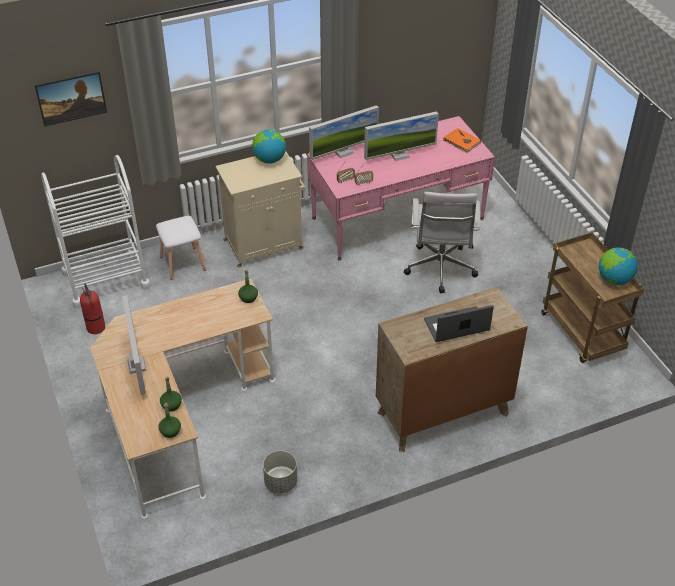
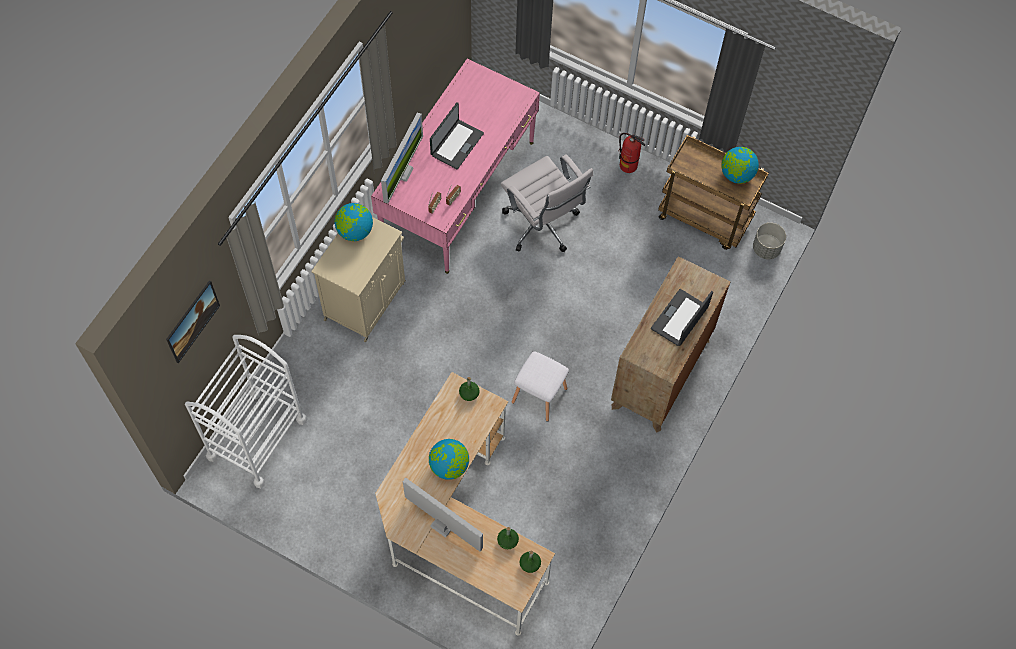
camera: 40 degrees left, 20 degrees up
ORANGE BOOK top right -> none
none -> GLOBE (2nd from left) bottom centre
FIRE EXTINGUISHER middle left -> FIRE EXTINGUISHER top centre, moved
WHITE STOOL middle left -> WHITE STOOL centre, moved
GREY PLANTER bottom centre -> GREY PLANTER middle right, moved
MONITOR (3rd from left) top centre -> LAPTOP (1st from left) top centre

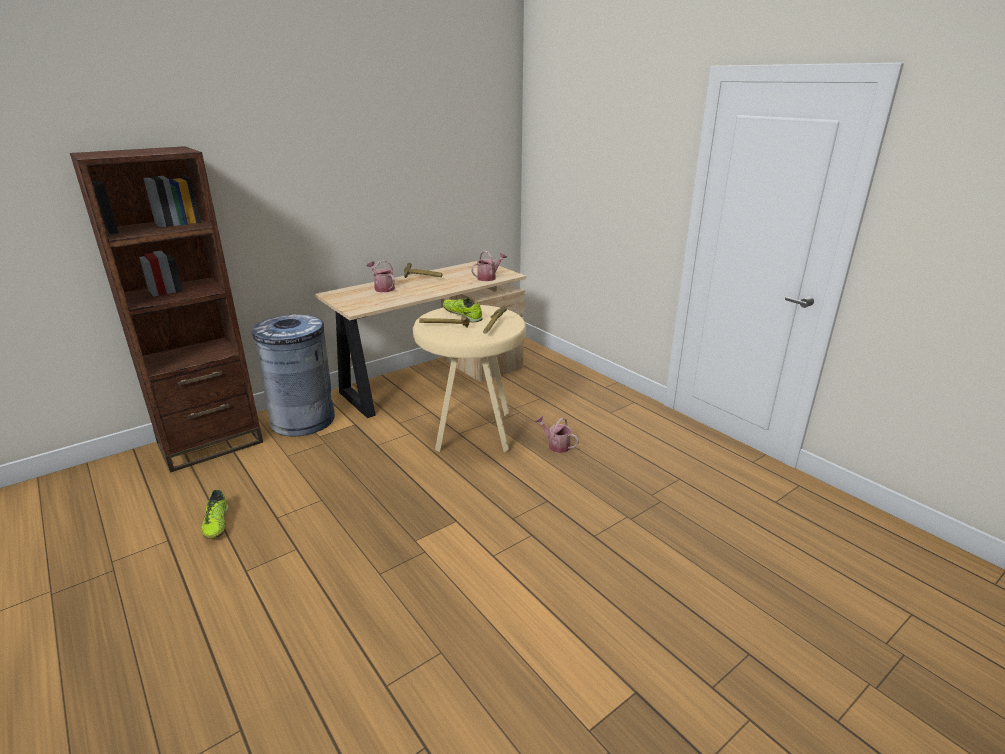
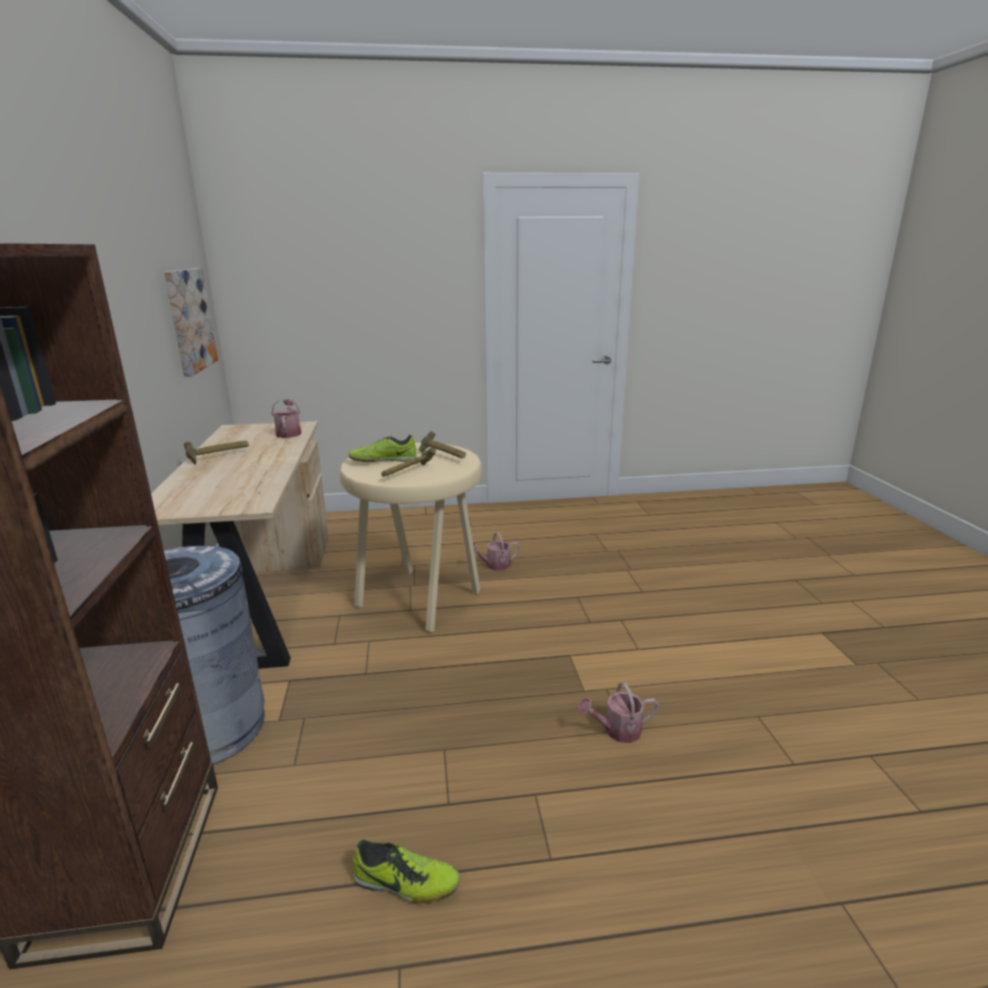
camera: 60 degrees left, 5 degrees down
none -> PICTURE top left
WATERING CAN (1st from left in the first image) centre -> WATERING CAN (3rd from left) bottom centre, moved

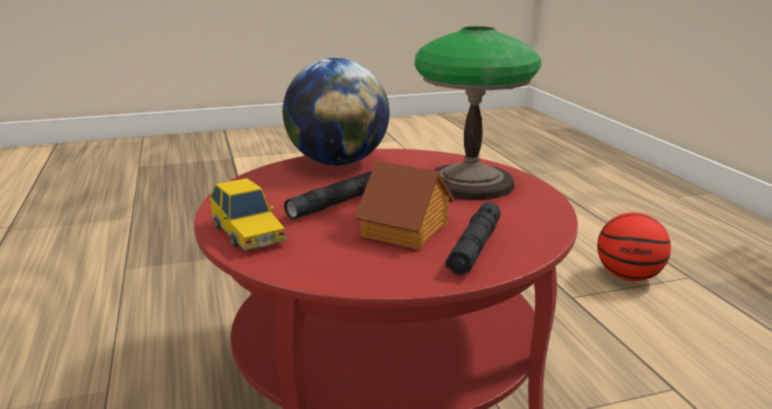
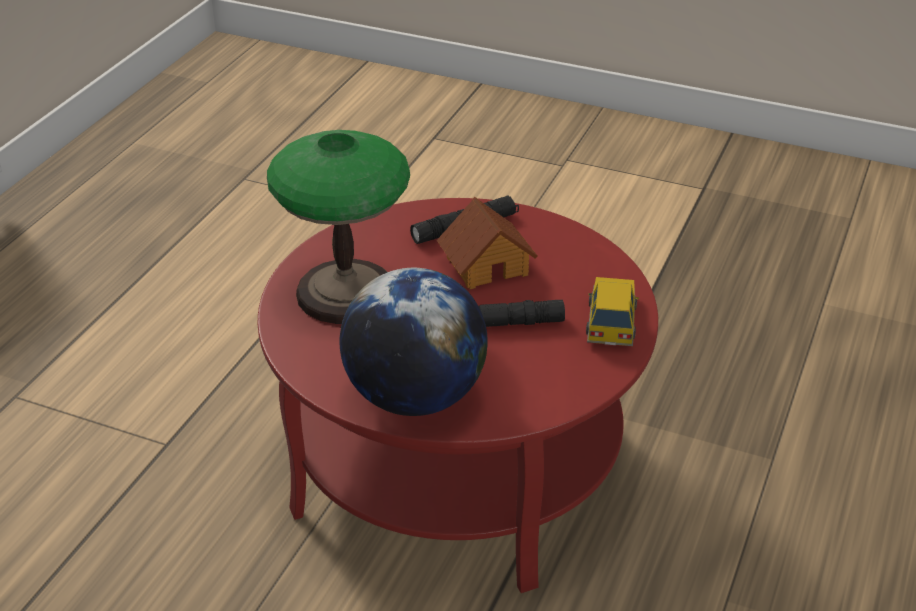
camera: 140 degrees left, 15 degrees up
BASKETBALL middle right -> none

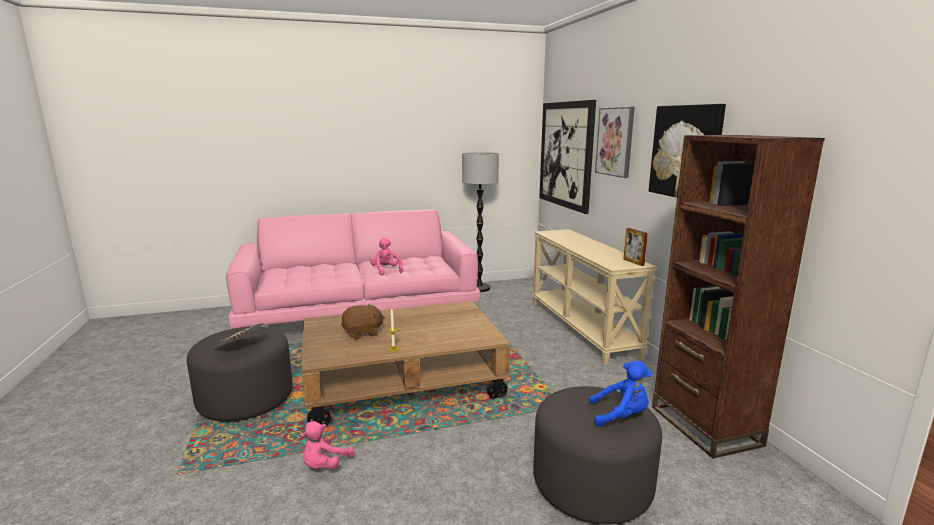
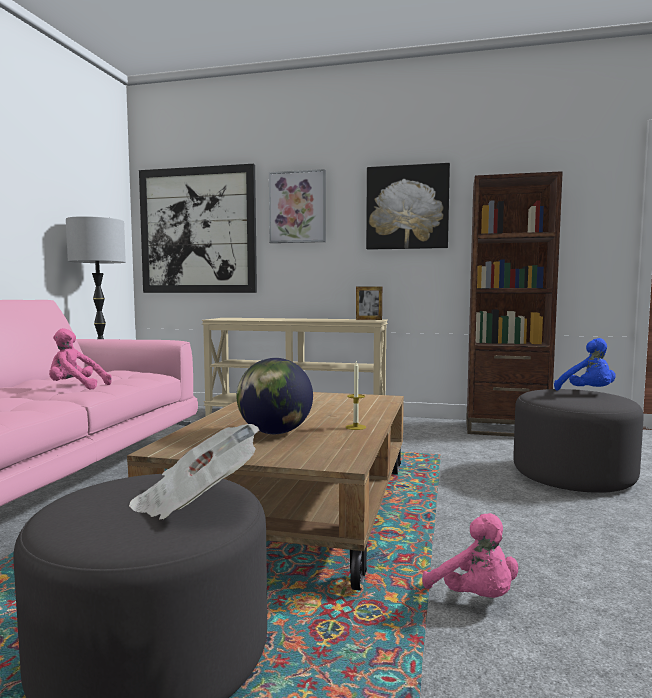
camera: 60 degrees left, 10 degrees down
BROWN PLUSH TOY centre -> GLOBE centre
BLUE PLUSH TOY bottom centre -> BLUE PLUSH TOY middle right, 120 degrees clockwise

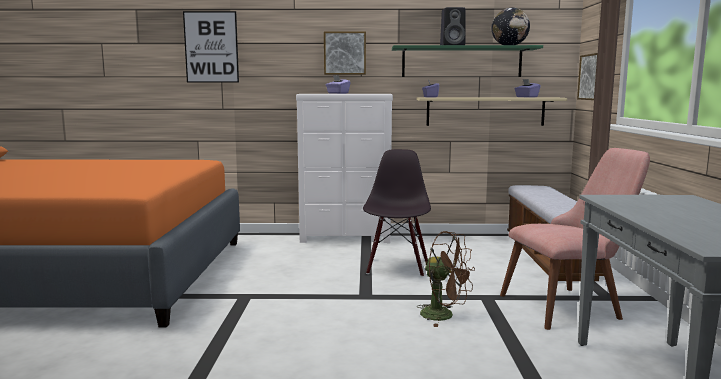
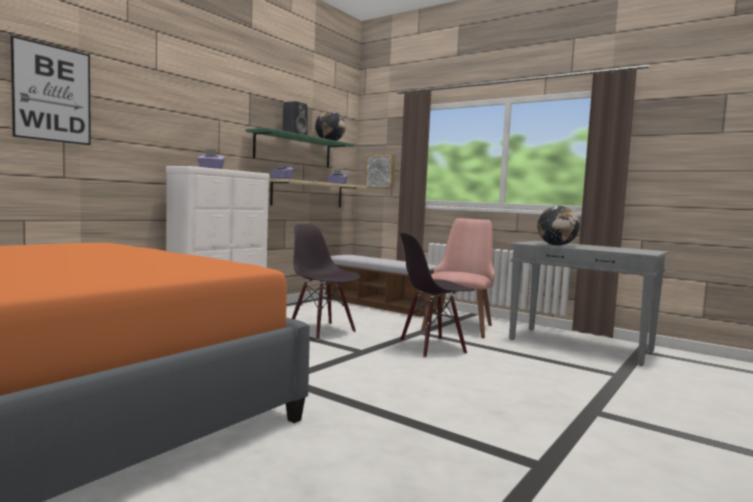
camera: 55 degrees left, 5 degrees down
PICTURE (2nd from left) top centre -> none
none -> GLOBE (2nd from left) middle right
BROWN FAN bottom centre -> BLACK CHAIR (2nd from left) centre

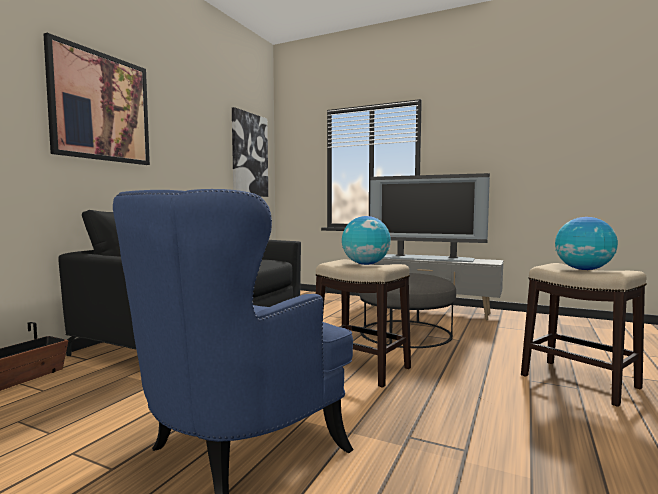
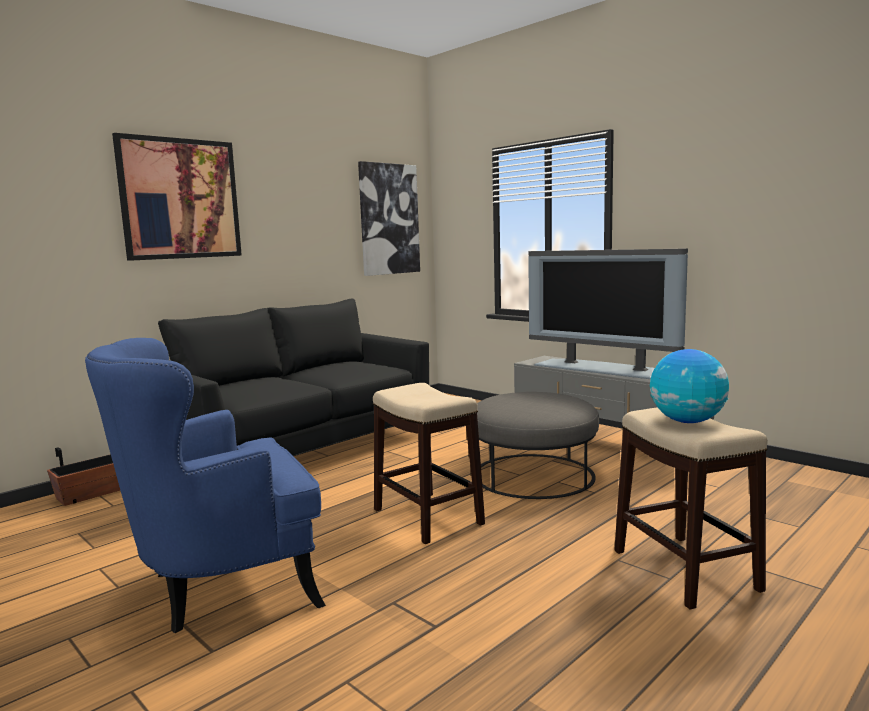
camera: 20 degrees right, 5 degrees up
GLOBE (1st from left) centre -> none

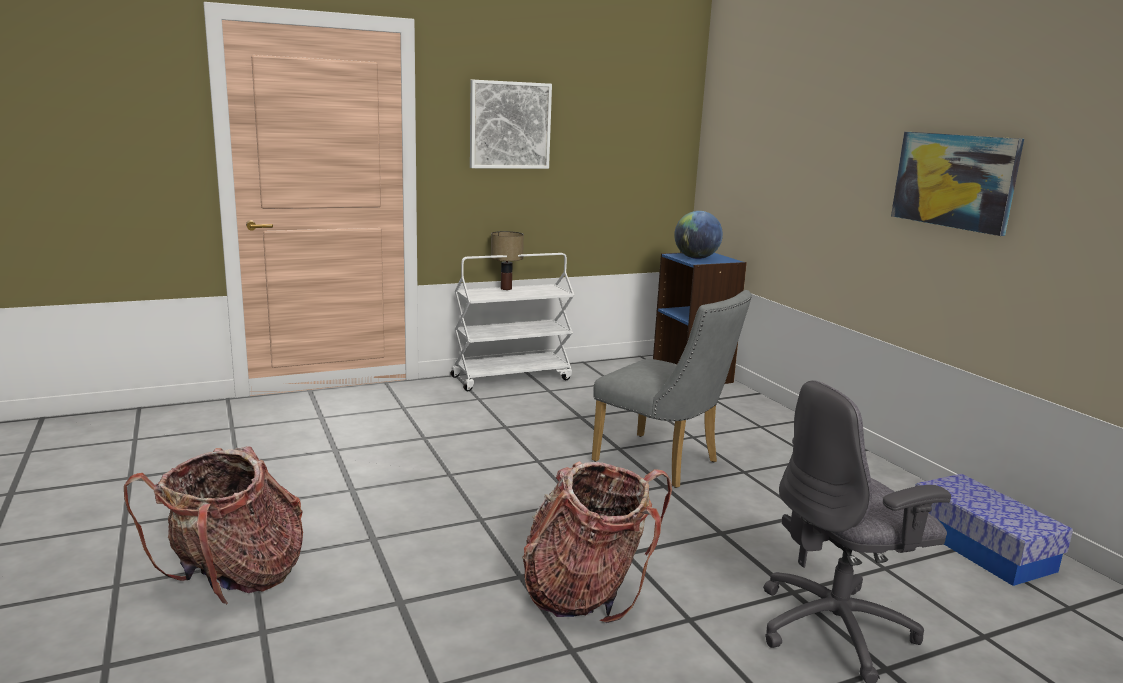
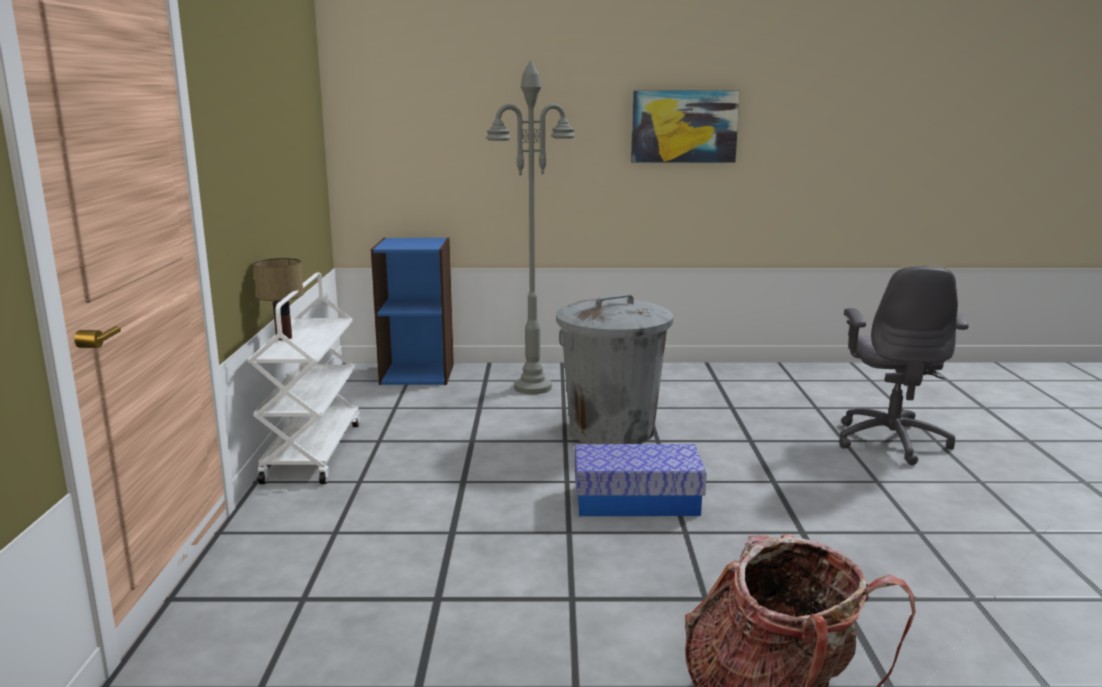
camera: 65 degrees left, 0 degrees up
PICTURE (1st from left) top centre -> none
BACKPACK (2nd from left) bottom centre -> none
GLOBE centre -> none
none -> GREY FLOOR LAMP top centre
STORAGE BOX bottom right -> STORAGE BOX bottom centre, moved
GREY CHAIR centre -> GREY TRASH CAN centre

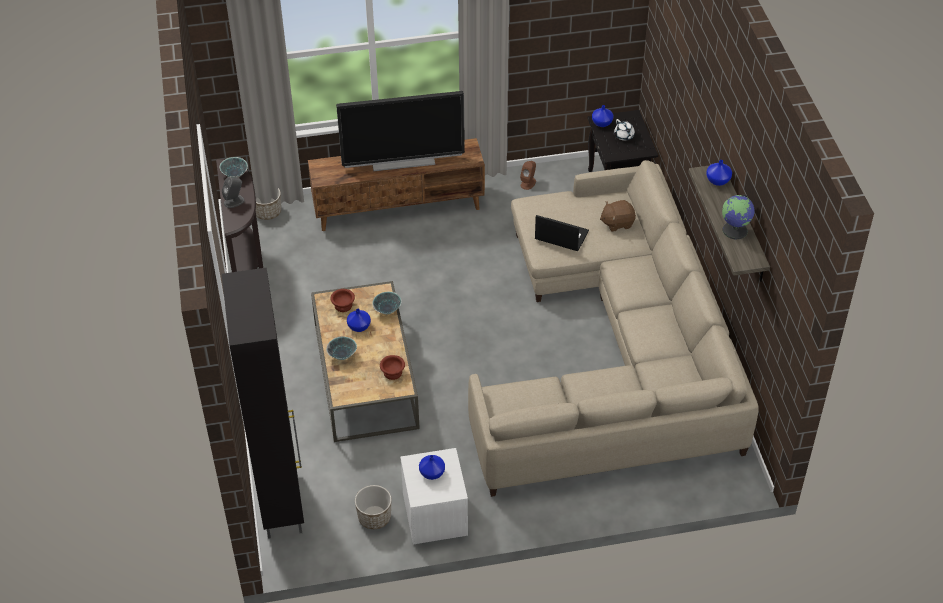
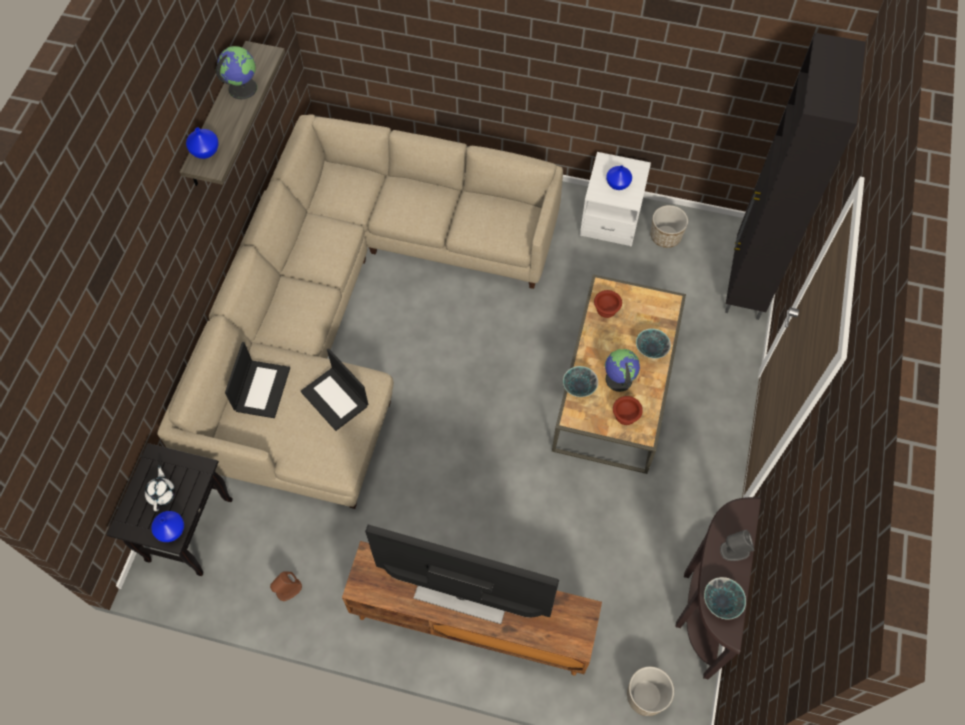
camera: 155 degrees left, 15 degrees up
BLUE VASE (1st from left) centre -> GLOBE (2nd from left) centre
BROWN PLUSH TOY centre -> LAPTOP (1st from left) middle left

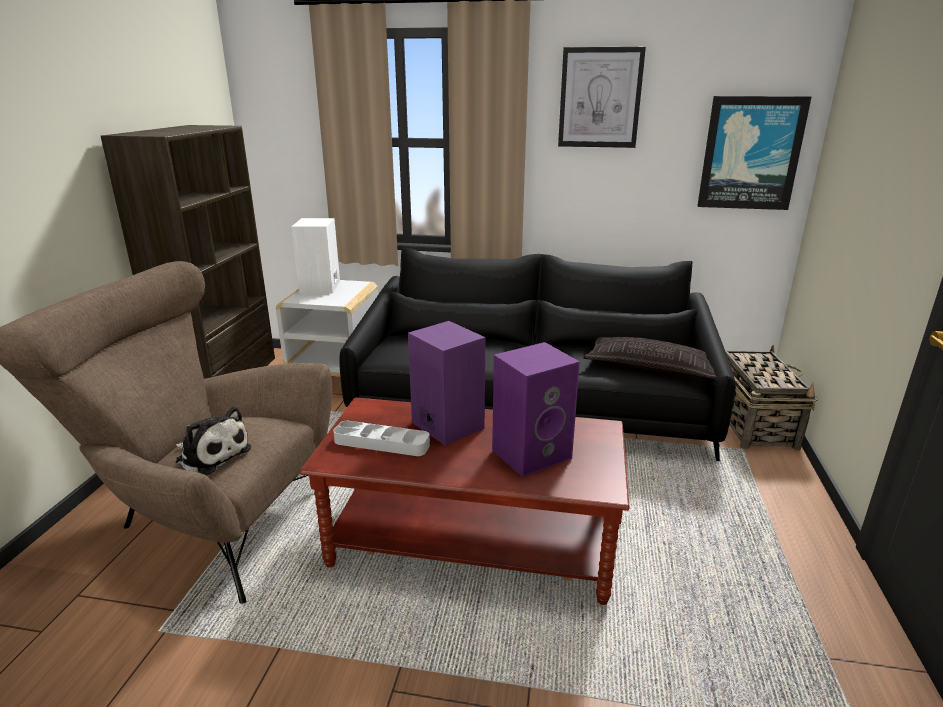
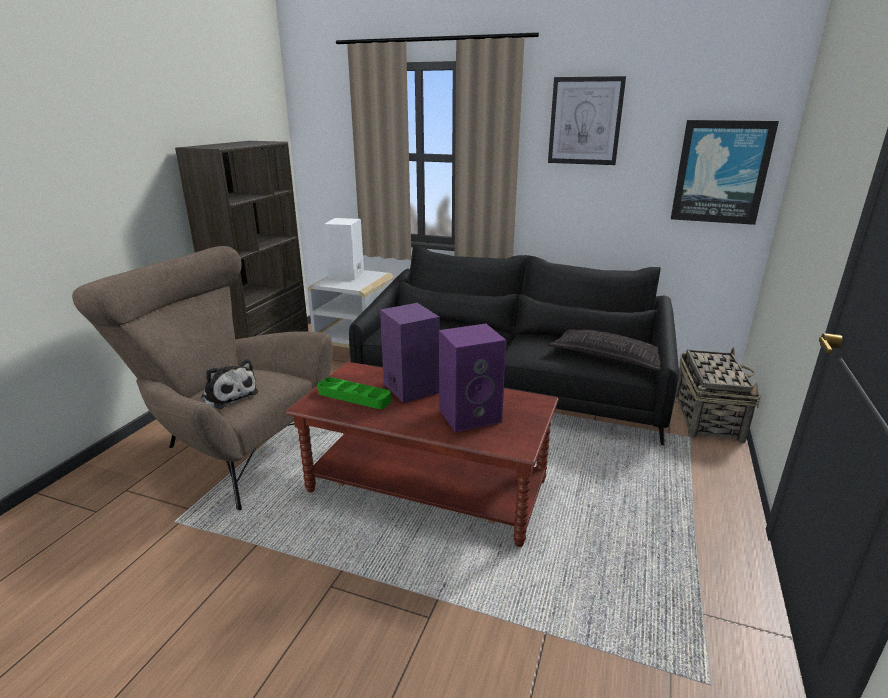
camera: 10 degrees right, 0 degrees up
GREY TRAY centre -> GREEN TRAY centre

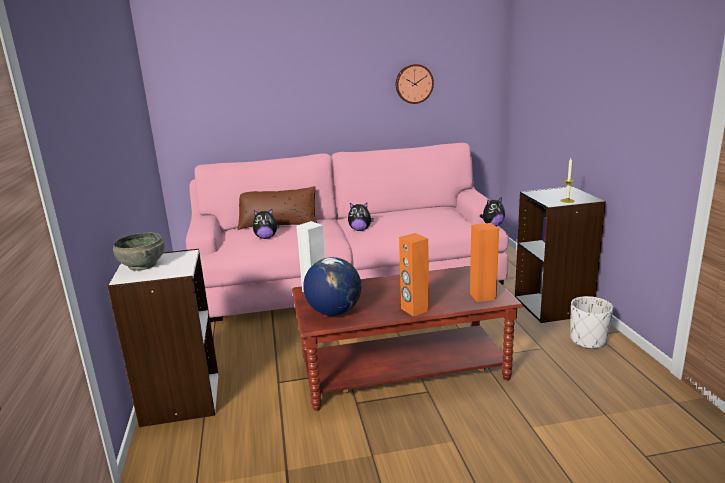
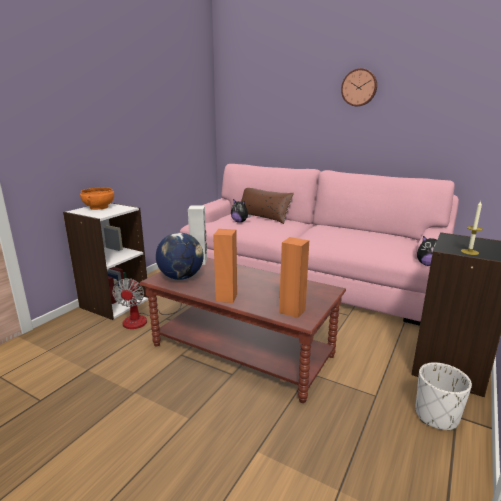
camera: 40 degrees right, 0 degrees up
PLUSH TOY (2nd from left) centre -> none
none -> FAN middle left
WALL CLOCK top centre -> WALL CLOCK top right, moved
GREY BOWL middle left -> ORANGE BOWL middle left

